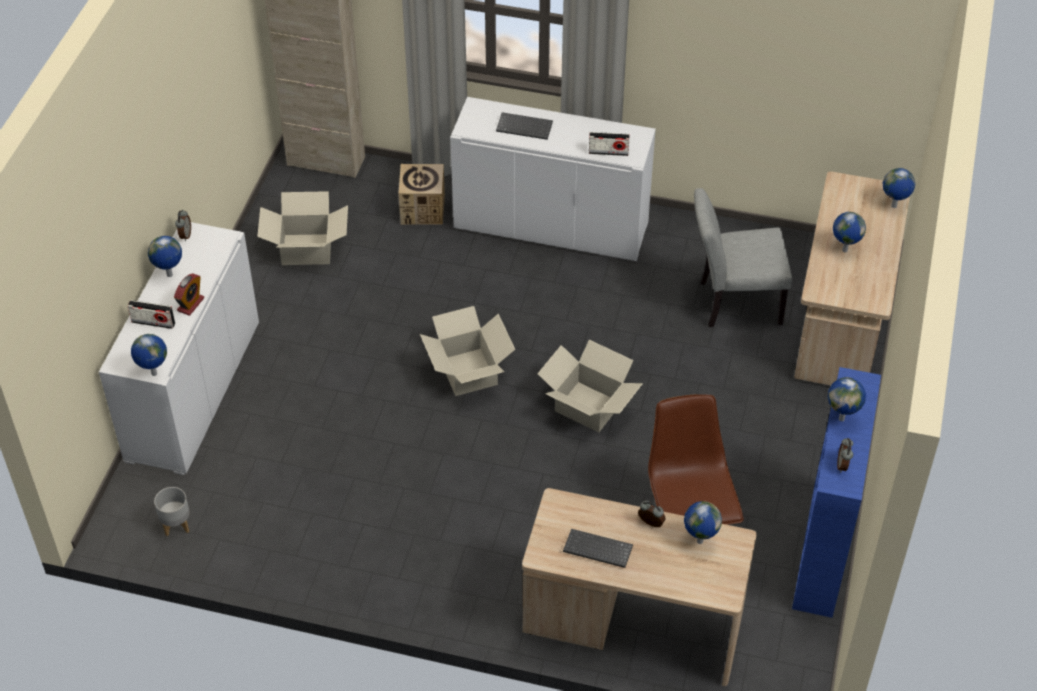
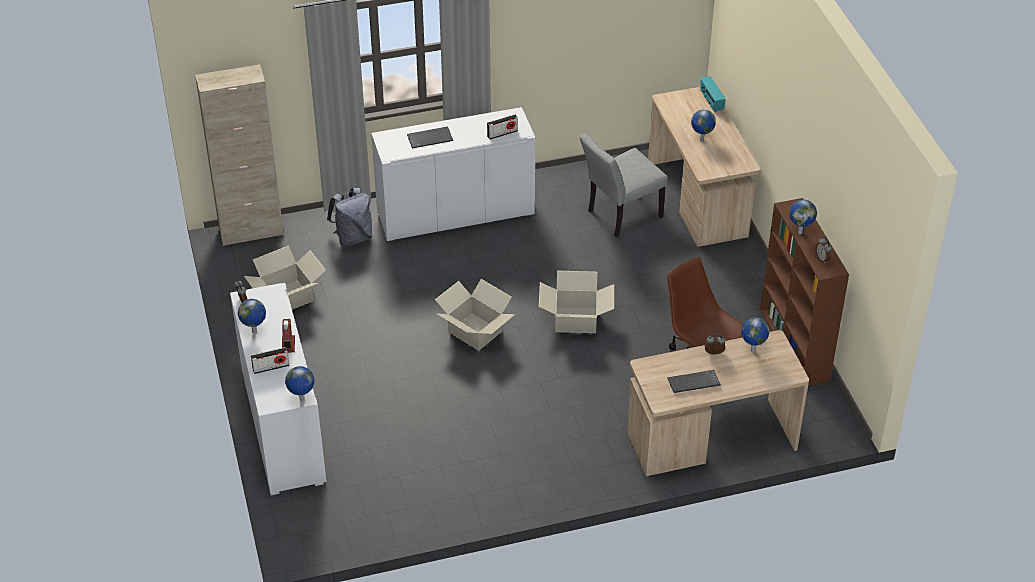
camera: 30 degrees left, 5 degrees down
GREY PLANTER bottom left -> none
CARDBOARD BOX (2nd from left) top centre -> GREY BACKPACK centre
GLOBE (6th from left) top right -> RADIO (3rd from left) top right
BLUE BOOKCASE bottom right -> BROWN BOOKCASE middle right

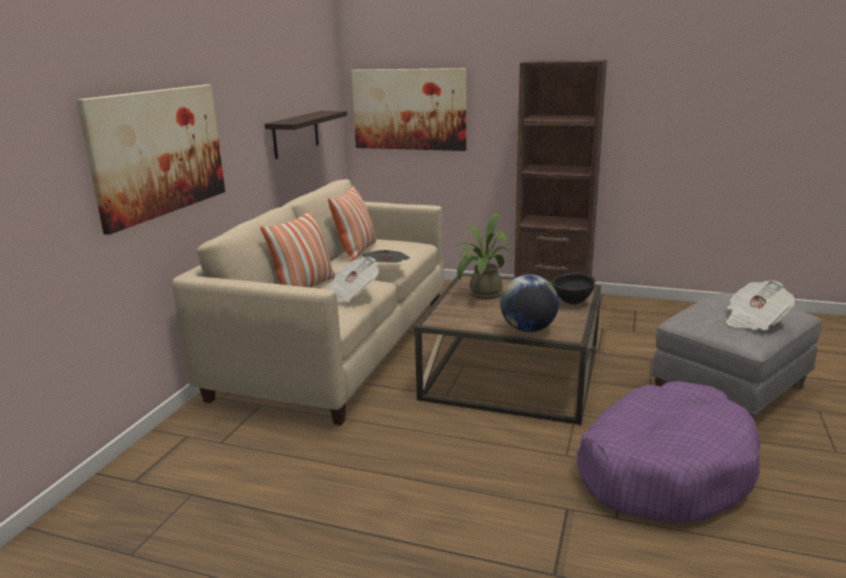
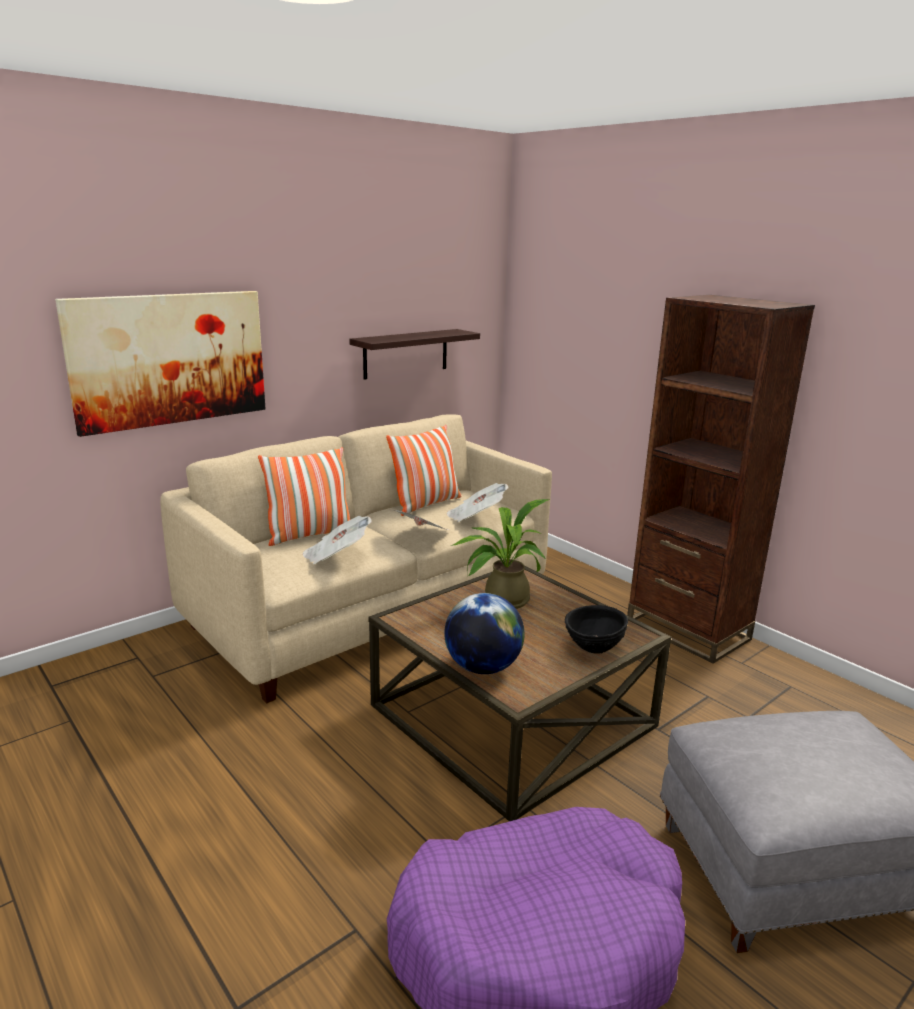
camera: 30 degrees right, 0 degrees up
PICTURE (2nd from left) top centre -> none
NEWSPAPER (3rd from left) middle right -> NEWSPAPER (3rd from left) centre, moved

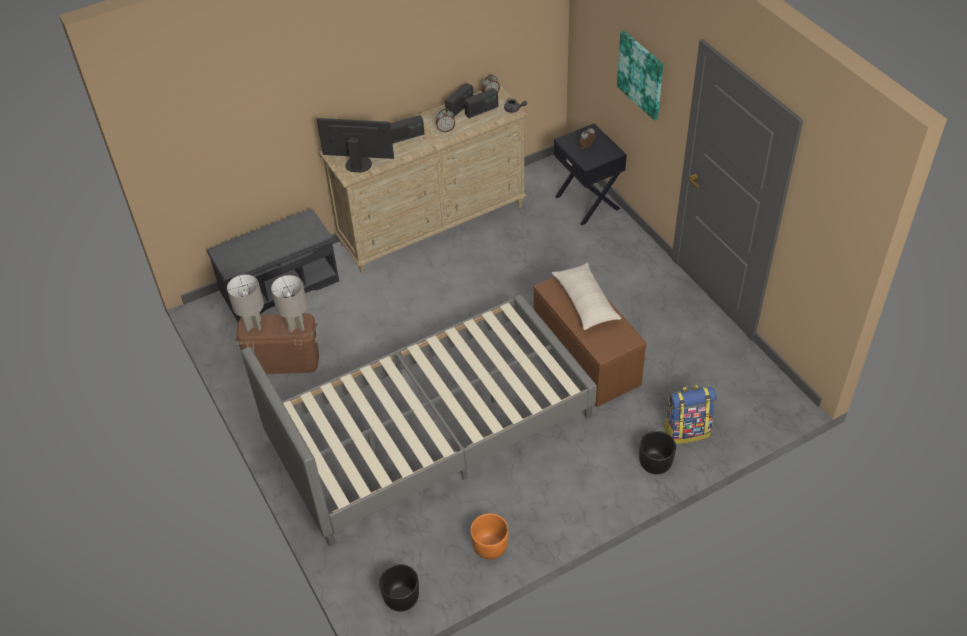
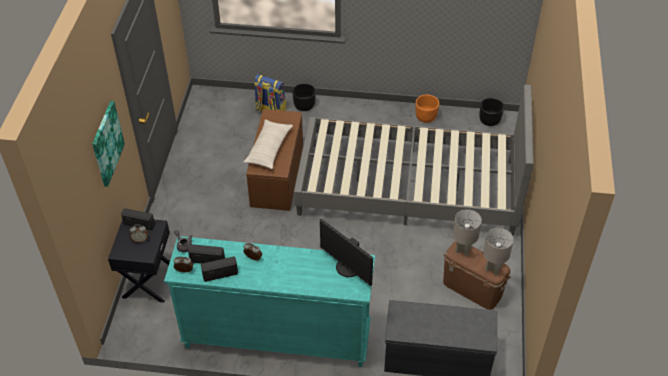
camera: 145 degrees left, 0 degrees up
RADIO (1st from left) top centre -> RADIO (1st from left) middle left, moved
BEIGE DRESSER top centre -> TURQUOISE DRESSER bottom centre

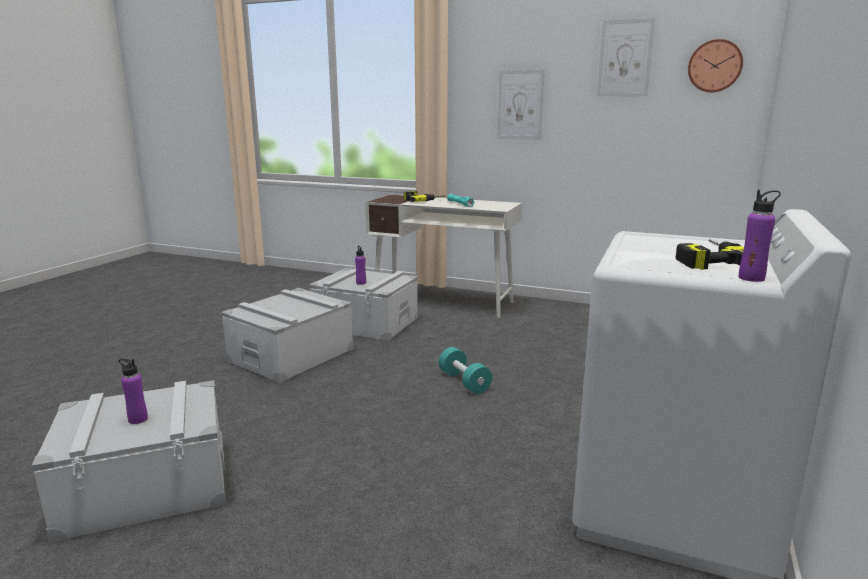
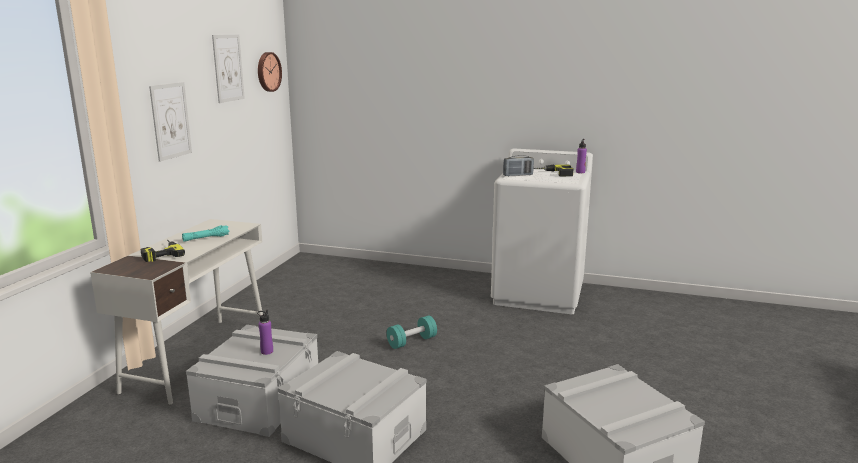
camera: 95 degrees left, 0 degrees up
PURPLE BOTTLE (1st from left) bottom left -> none
none -> RADIO centre

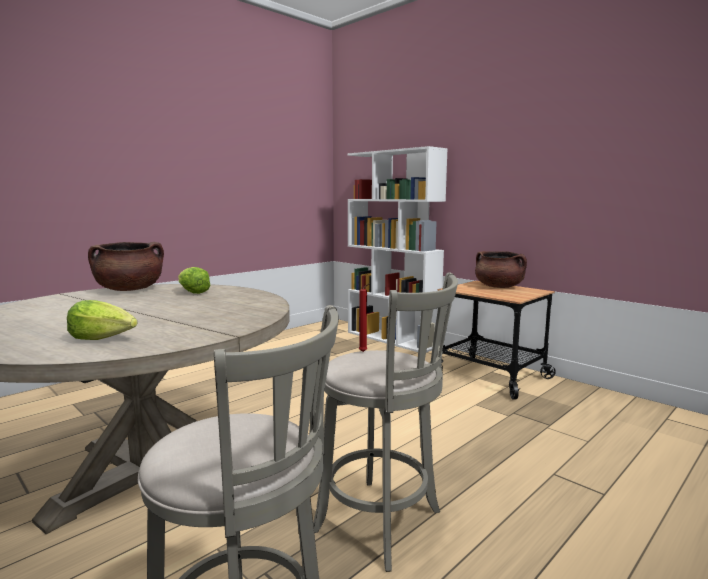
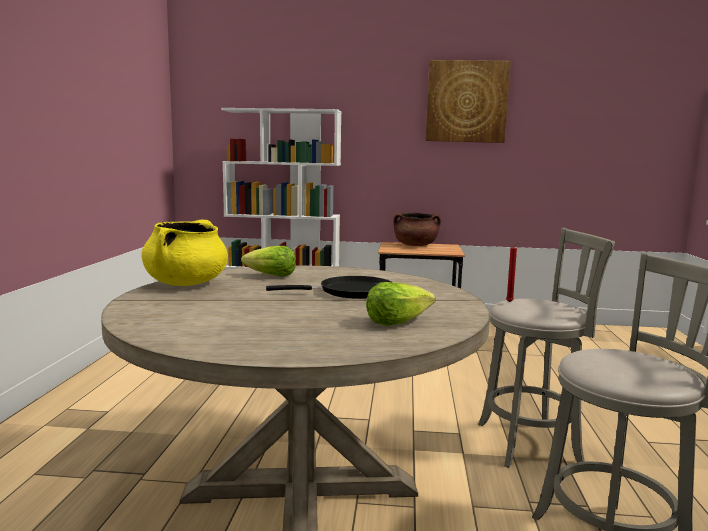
camera: 40 degrees left, 0 degrees up
none -> BLACK FRYING PAN centre
none -> PICTURE top centre
BROWN COOKING POT (1st from left) middle left -> YELLOW COOKING POT middle left

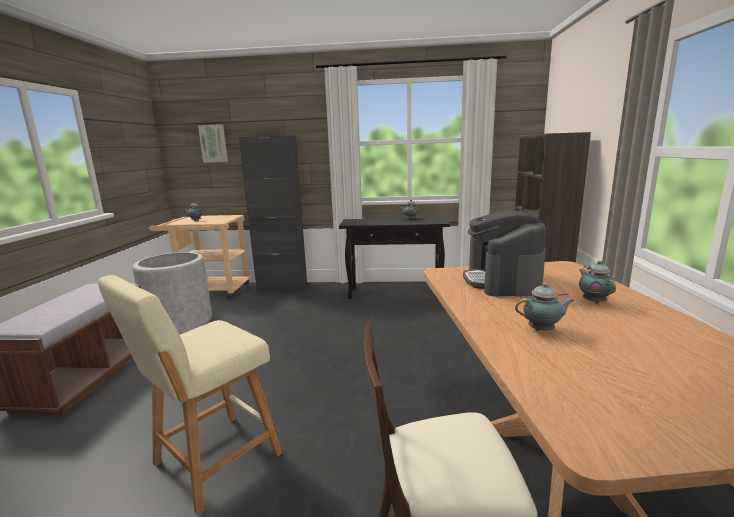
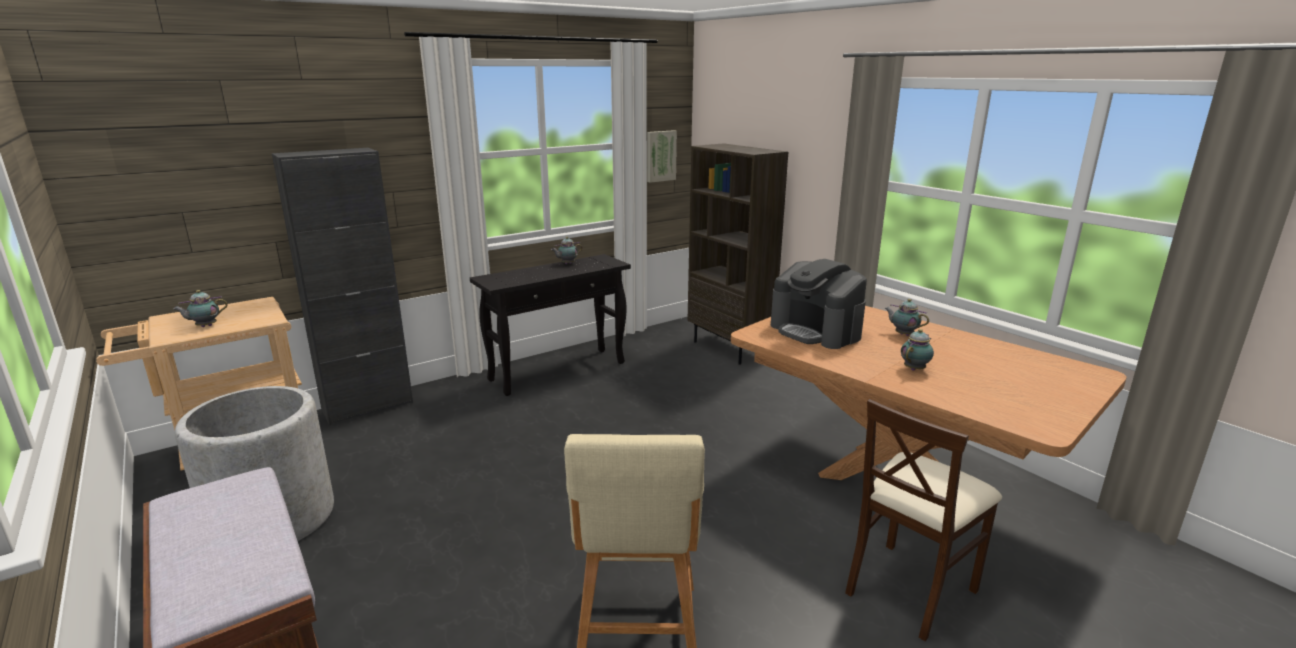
camera: 40 degrees left, 5 degrees up
PICTURE top left -> PICTURE top centre, moved

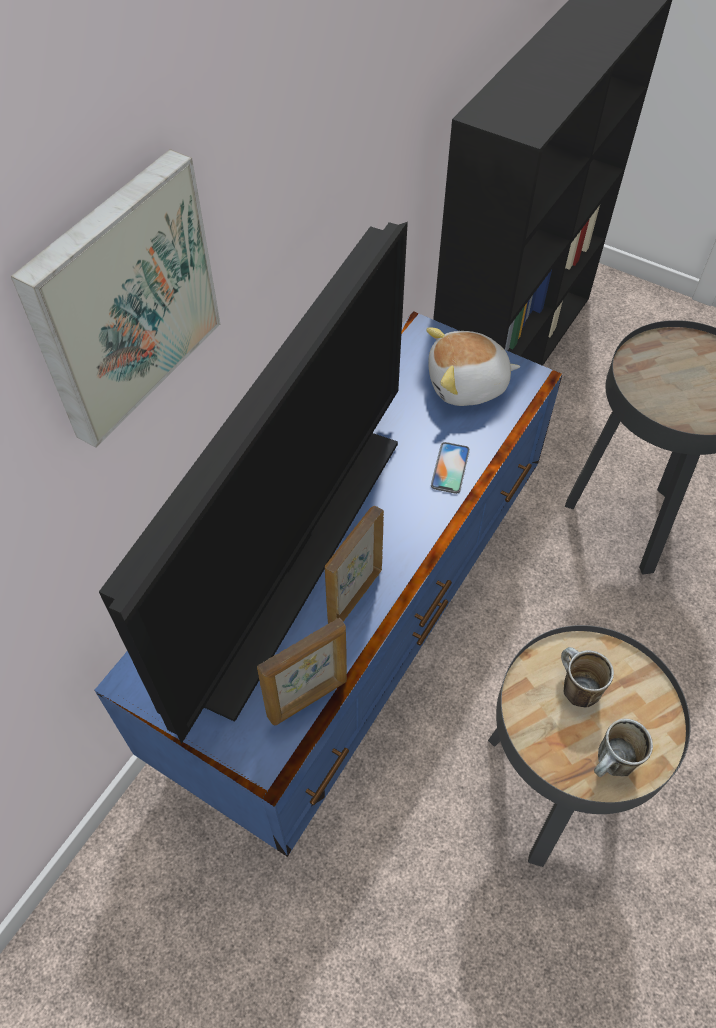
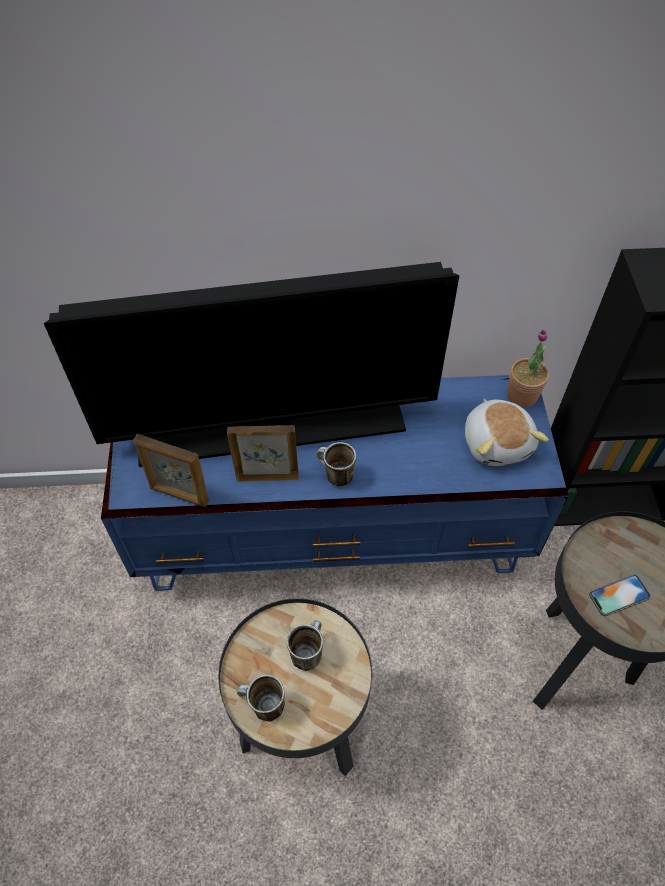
camera: 55 degrees right, 0 degrees up
PICTURE top left -> none
none -> MUG (3rd from left) centre
none -> POTTED PLANT middle right
PHONE centre -> PHONE bottom right, moved
PLUSH TOY centre -> PLUSH TOY middle right, 150 degrees counterclockwise

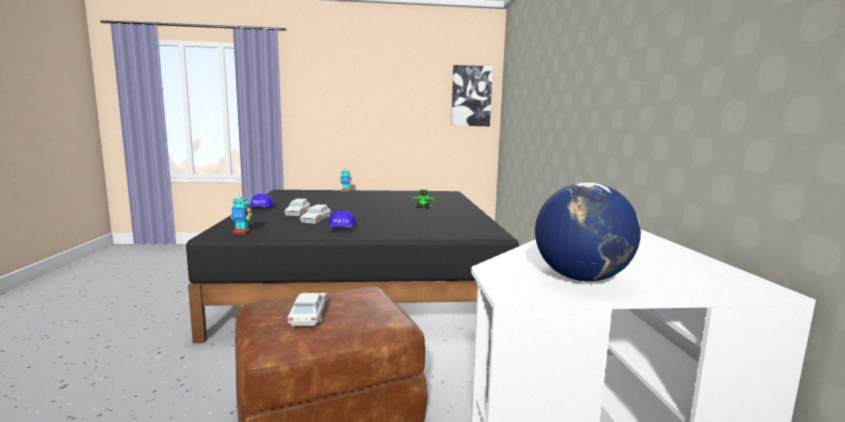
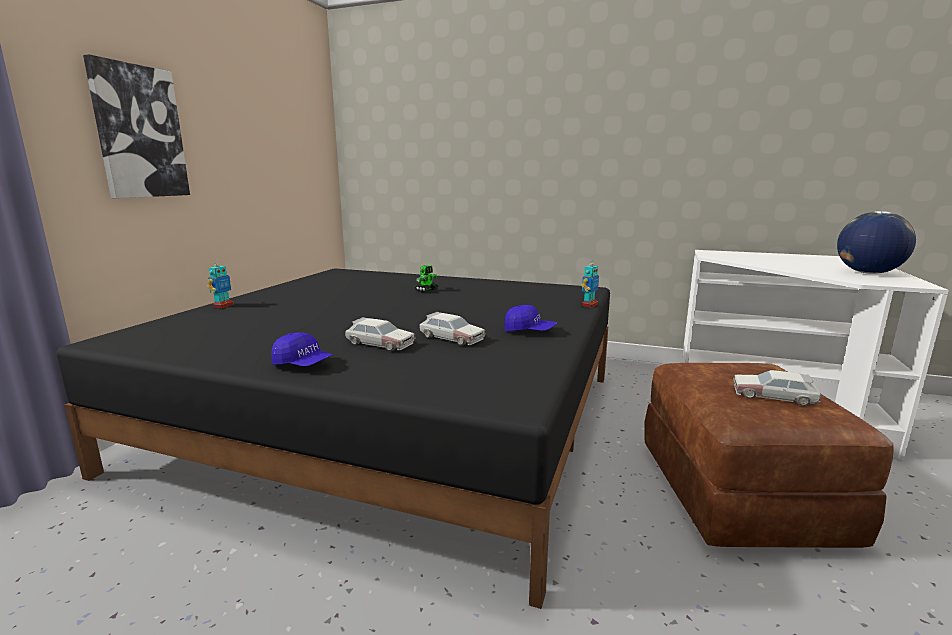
camera: 65 degrees left, 5 degrees up
TOY ROBOT (1st from left in the first image) middle left -> TOY ROBOT (3rd from left) centre, moved
PICTURE top centre -> PICTURE top left, moved

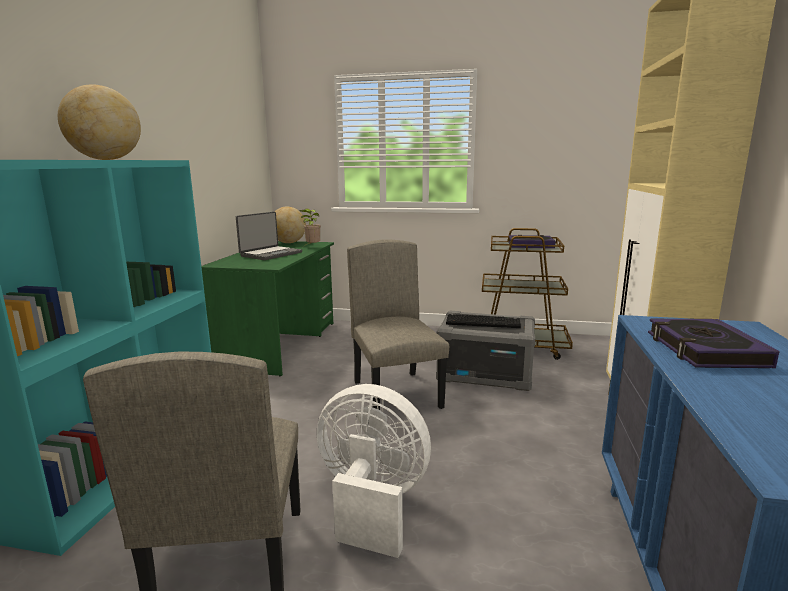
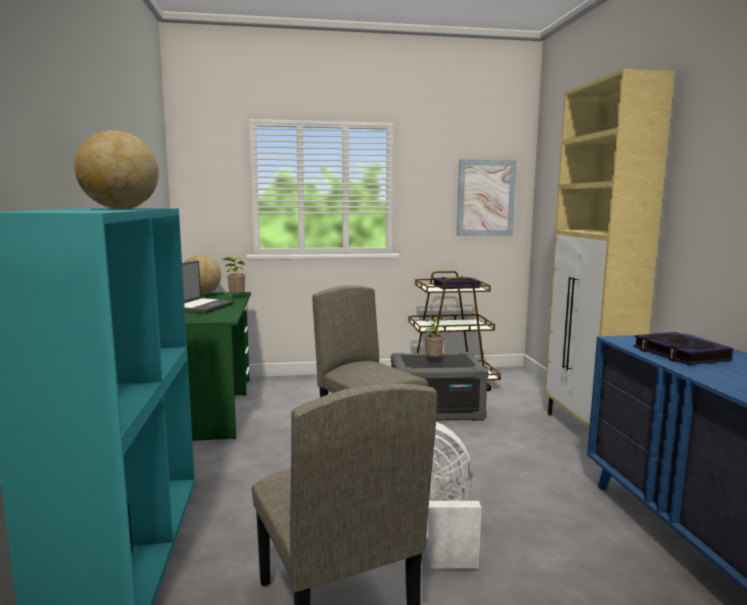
camera: 20 degrees left, 5 degrees down
none -> PICTURE top centre
KEYBOARD centre -> POTTED PLANT (2nd from left) centre

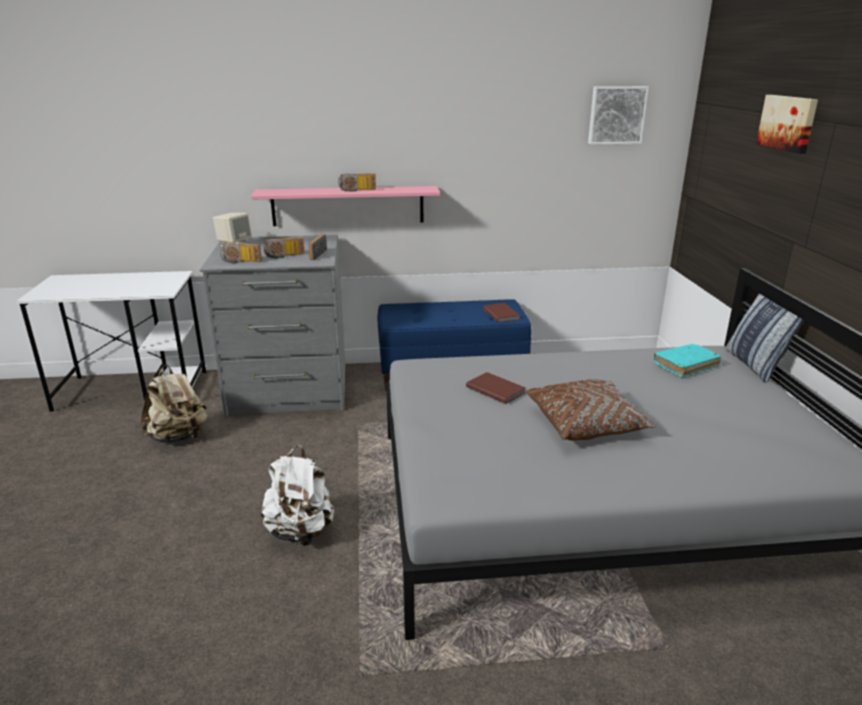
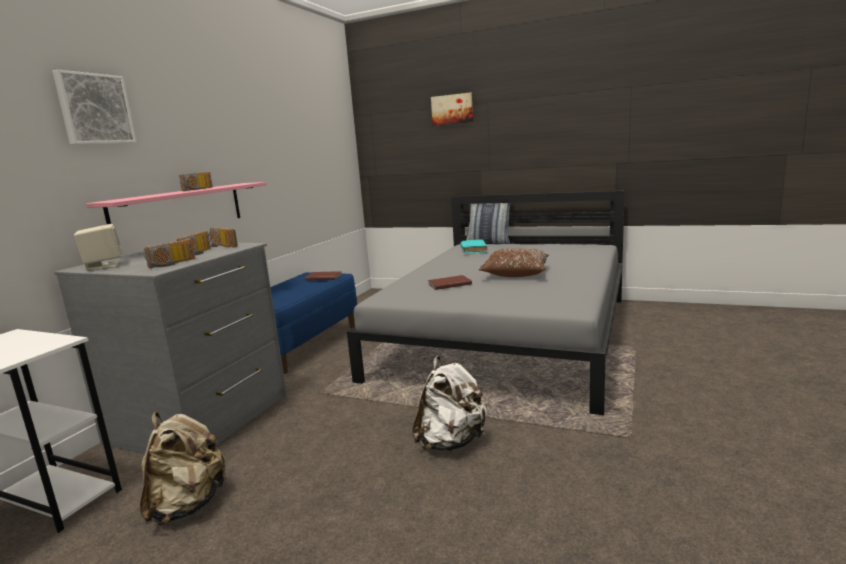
camera: 60 degrees left, 10 degrees down
PICTURE (1st from left) top right -> PICTURE (1st from left) top left, moved

